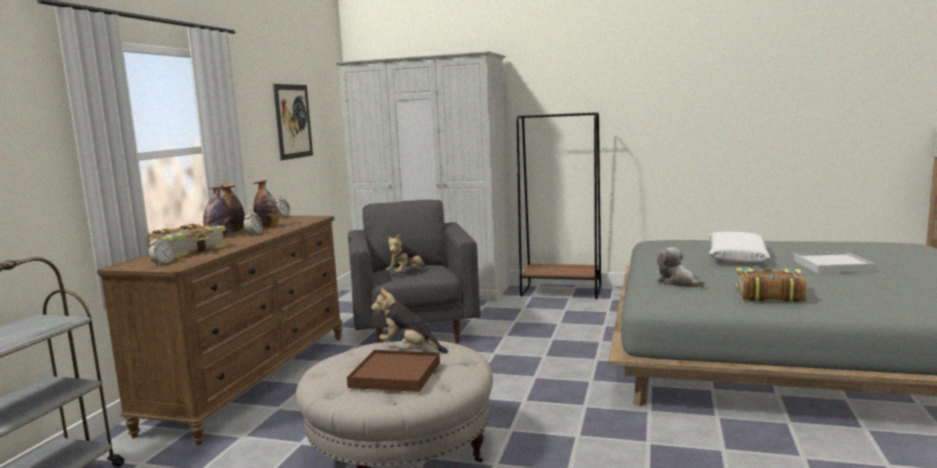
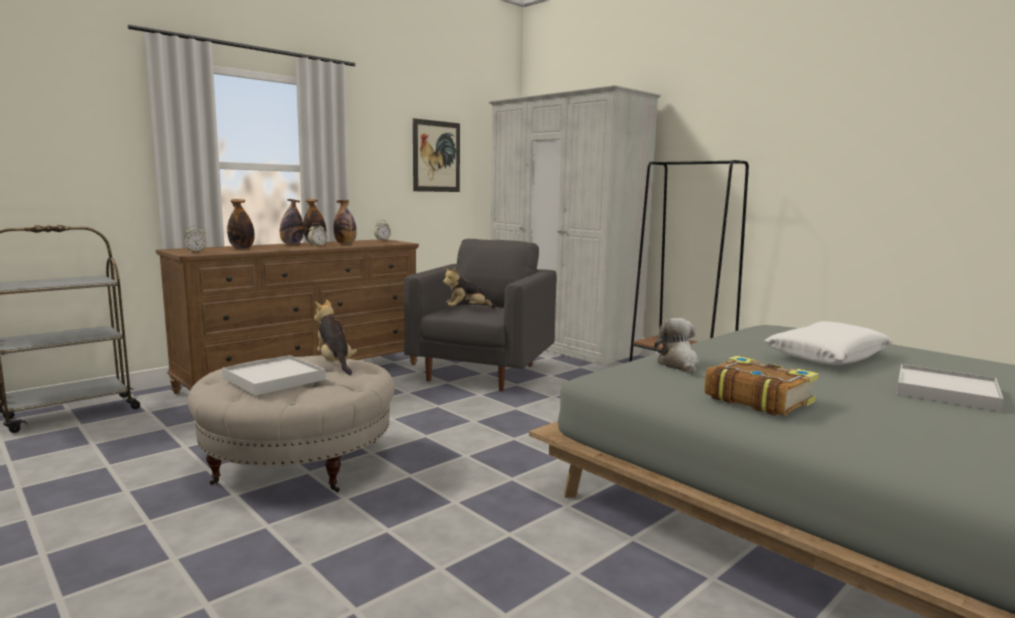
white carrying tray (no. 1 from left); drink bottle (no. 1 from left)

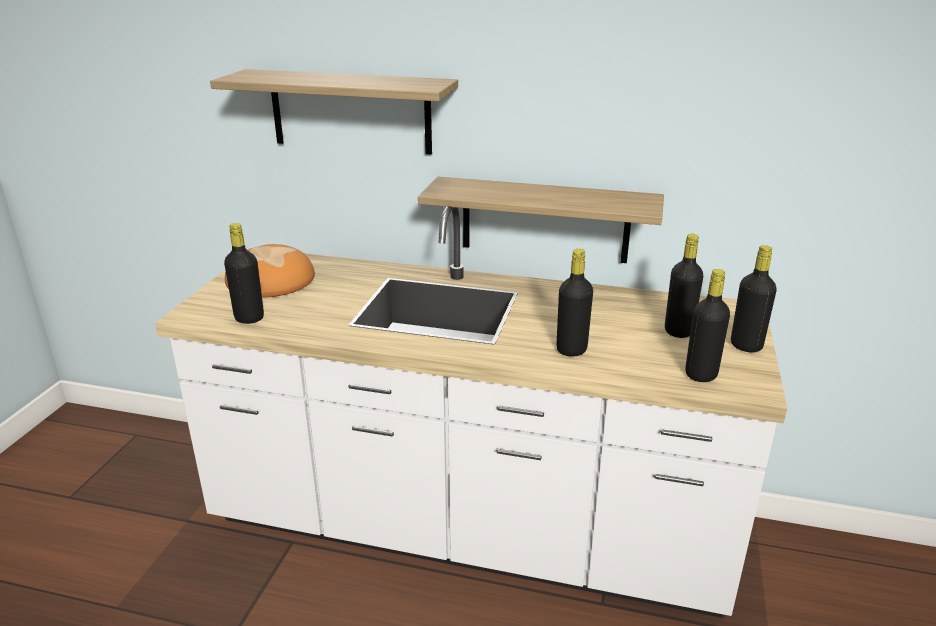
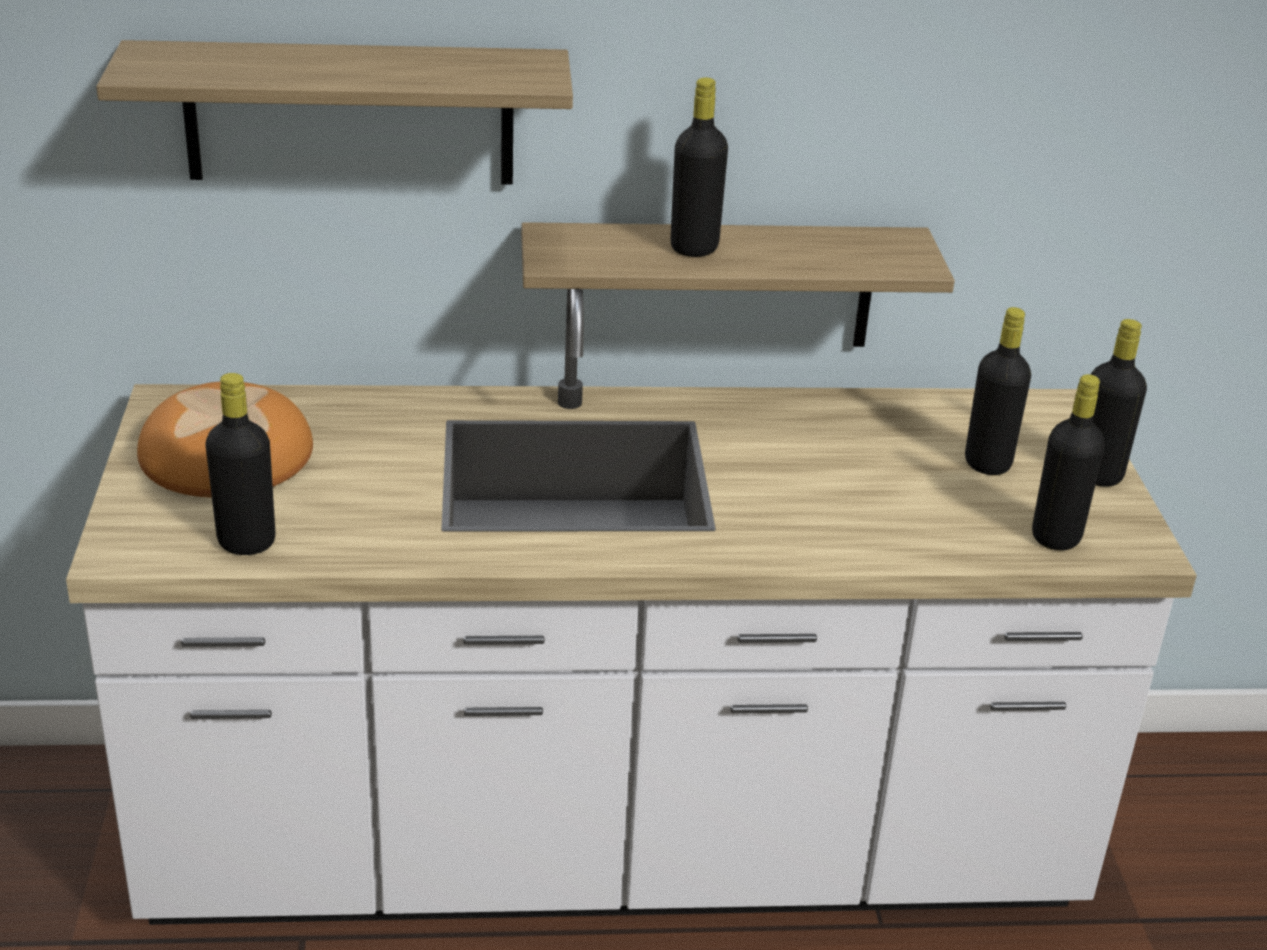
black-coloured drink bottle (no. 2 from left)

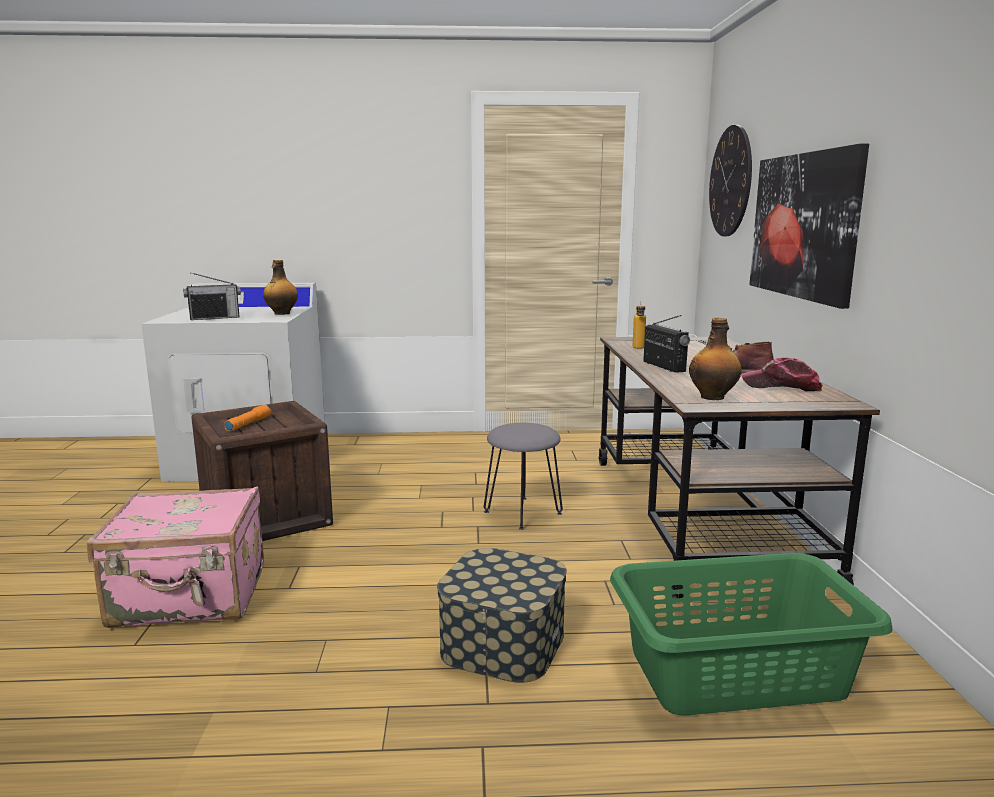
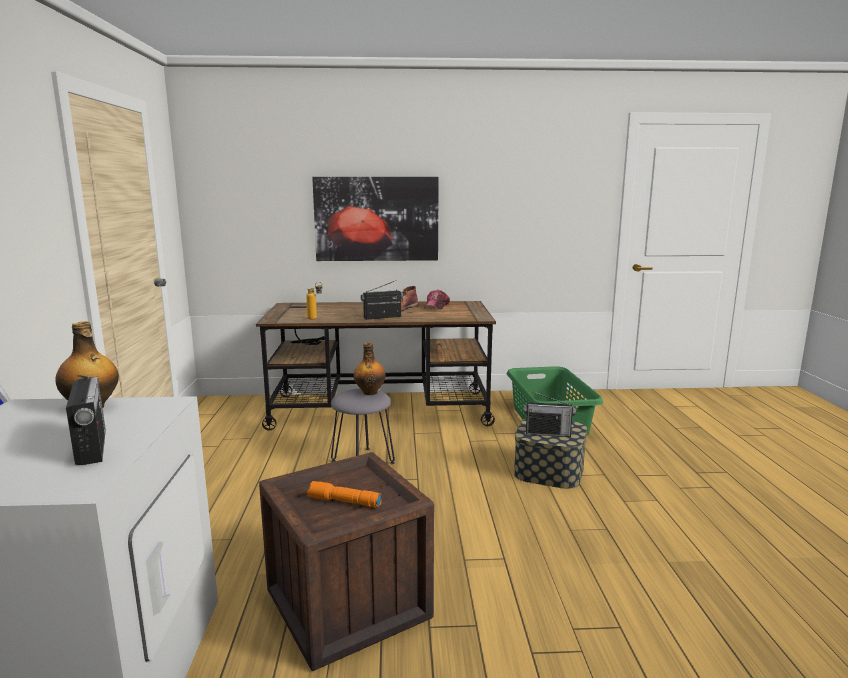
drink bottle (no. 3 from left); radio (no. 3 from left); pink piece of luggage; hanging clock

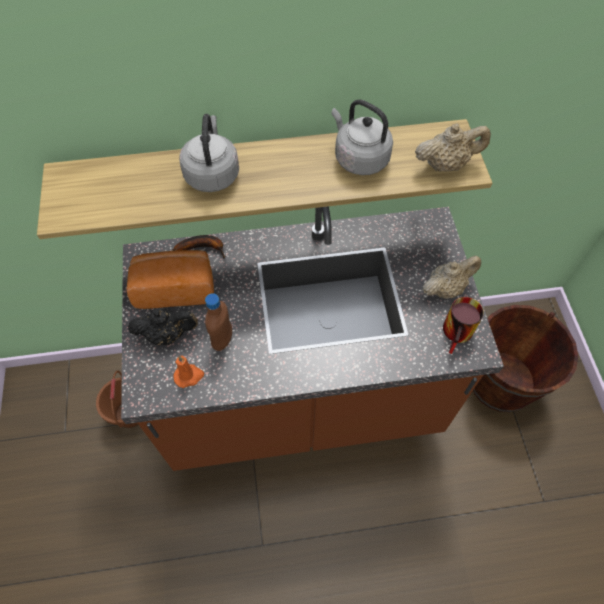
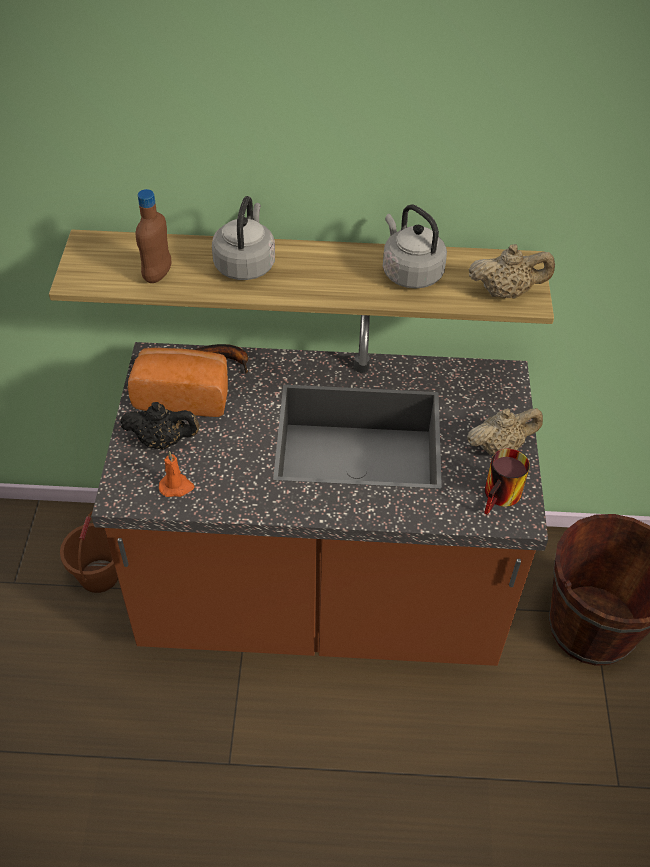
brownish drink bottle

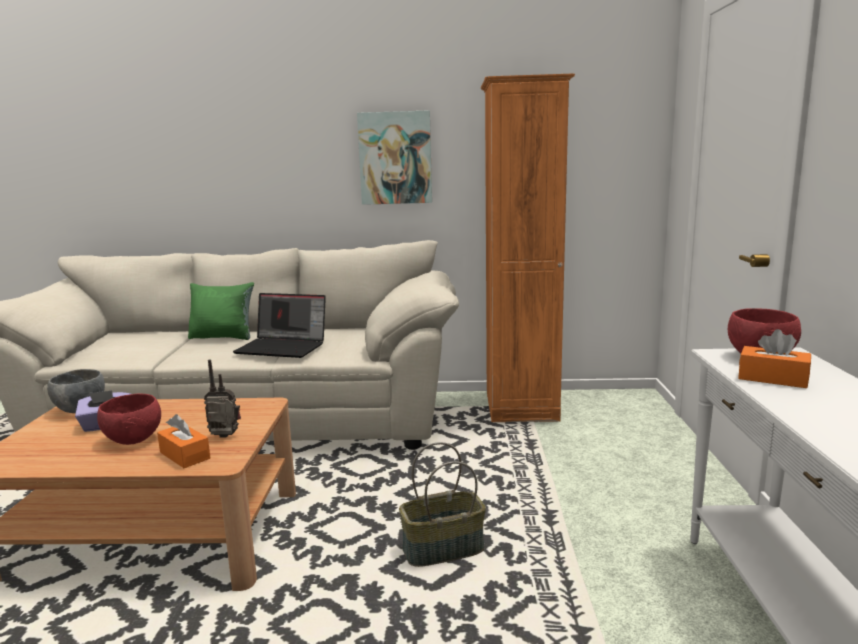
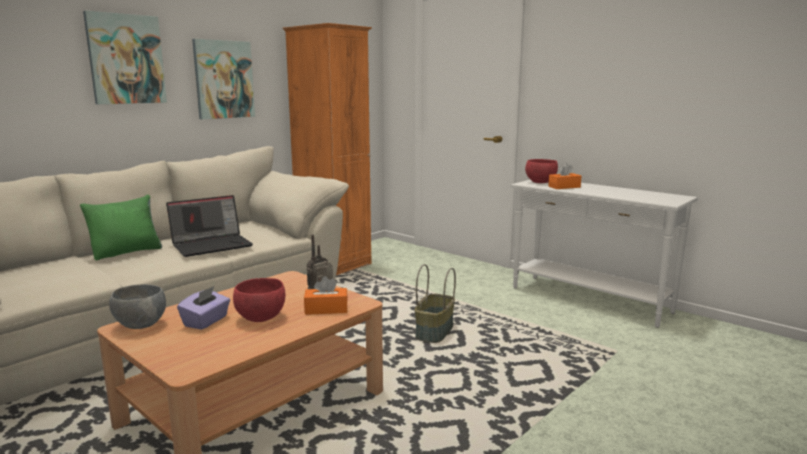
picture (no. 1 from left)

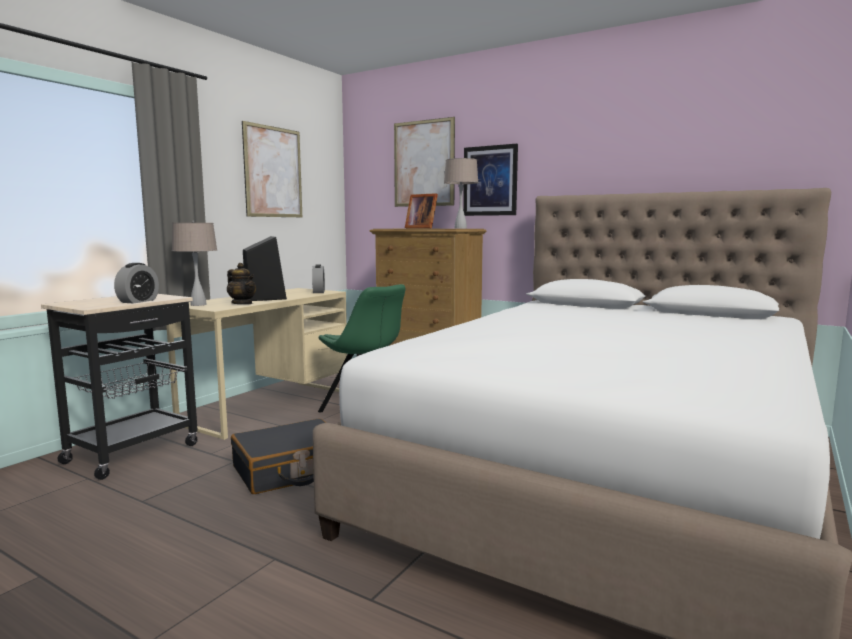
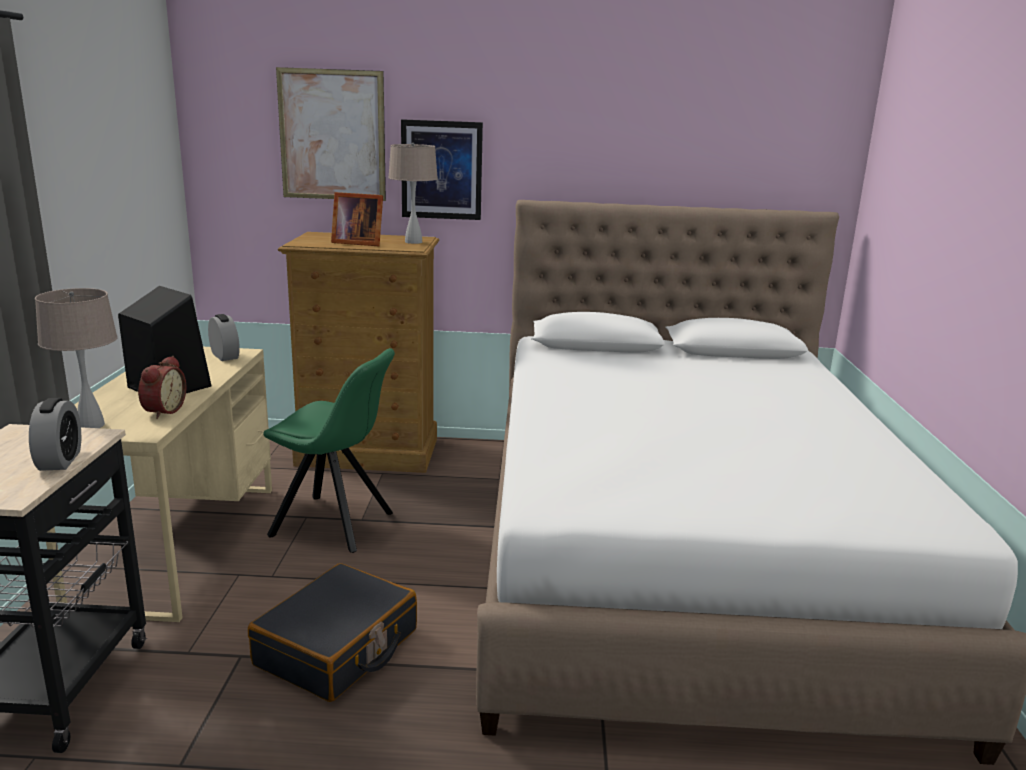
bedside clock (no. 2 from left); picture (no. 1 from left in the first image)

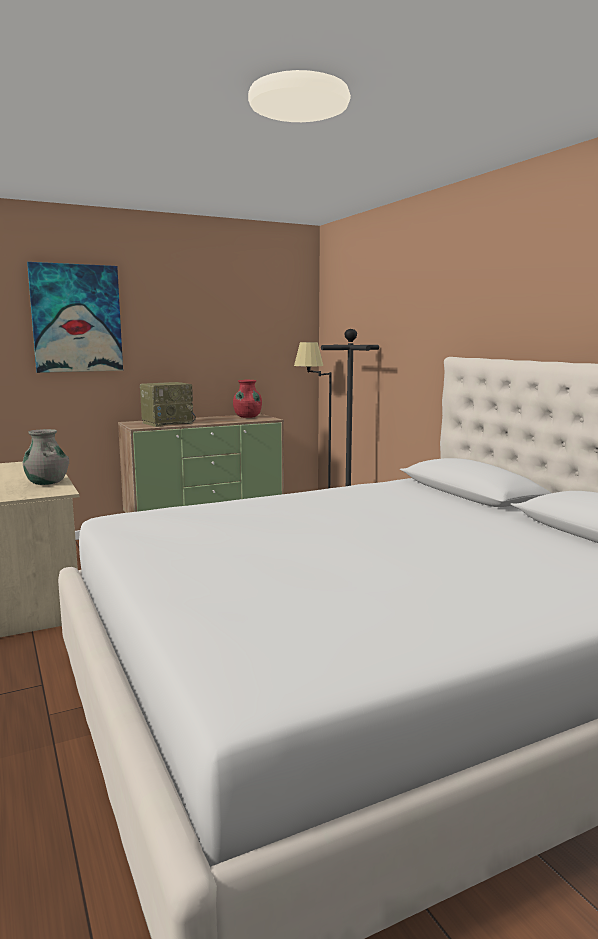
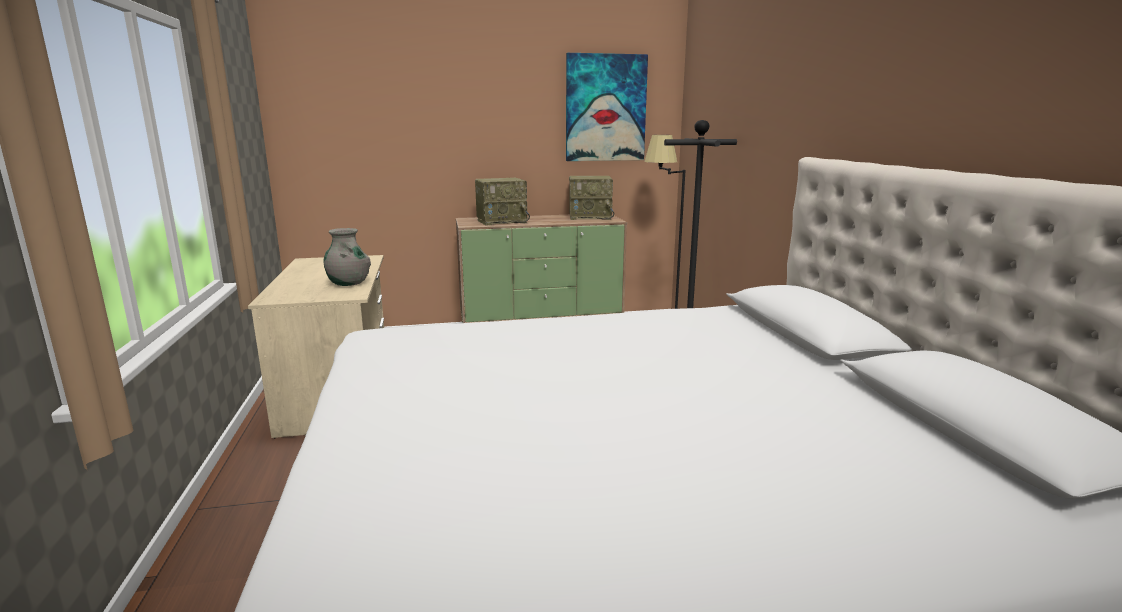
picture; radio (no. 2 from left)

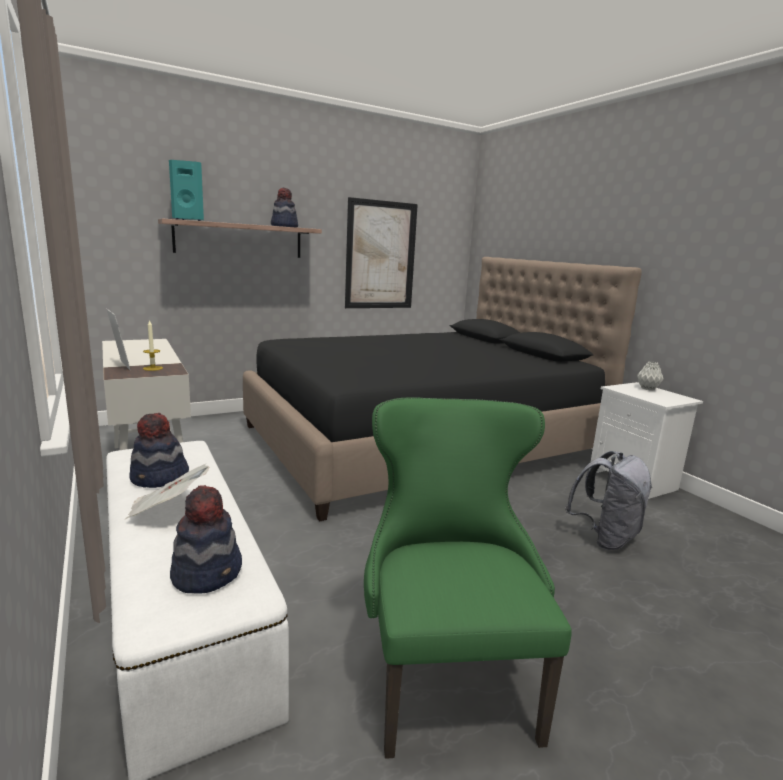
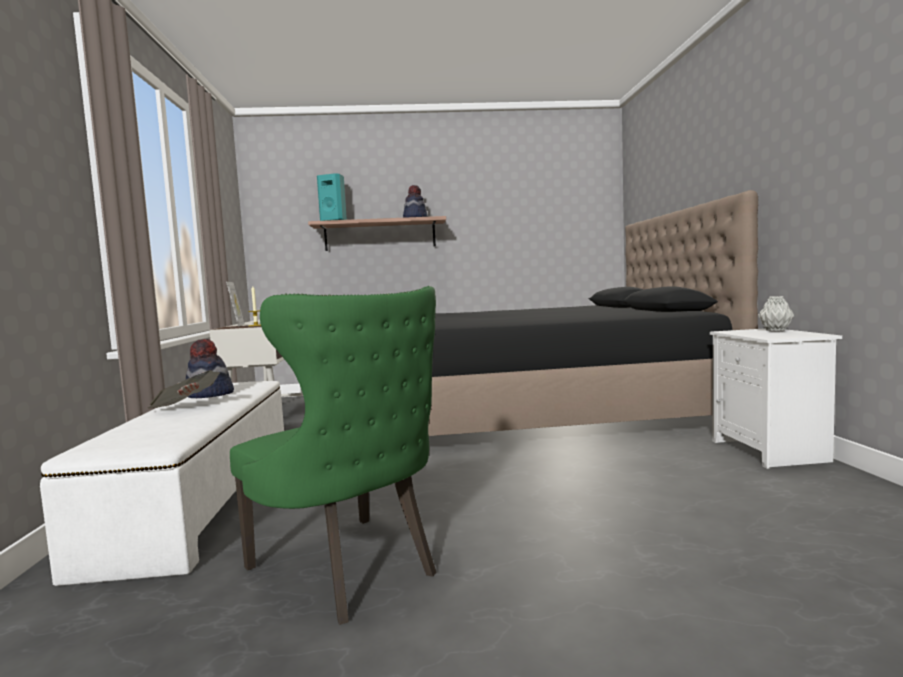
green-coloured plain chair; clothing hat (no. 2 from left in the first image); picture; grey rucksack

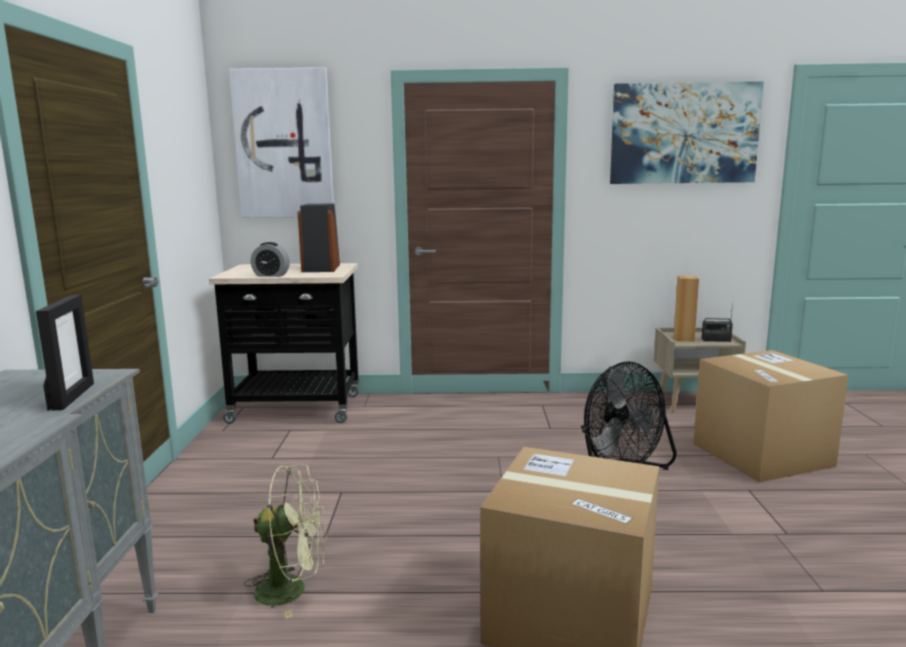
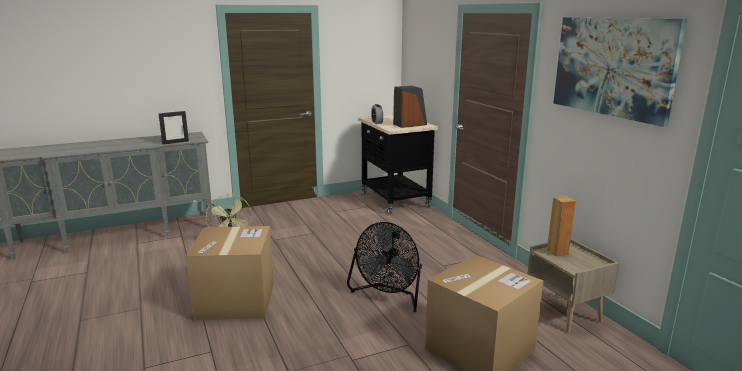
picture (no. 1 from left in the first image); radio

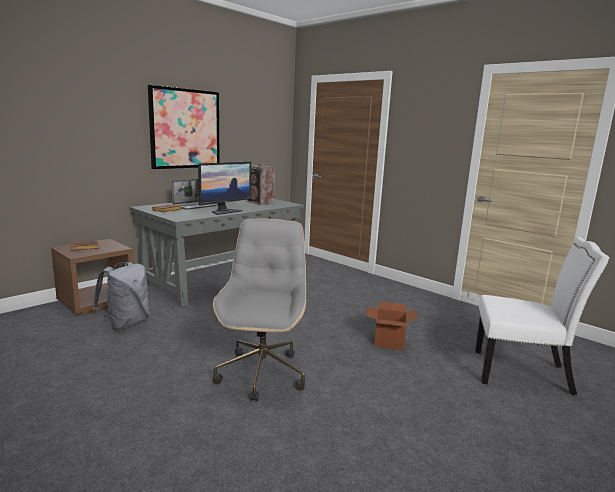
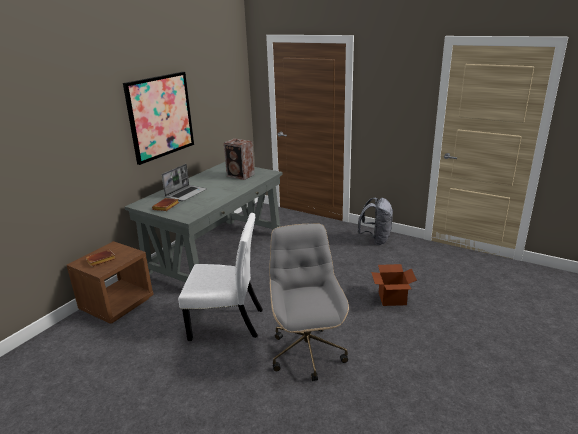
white plain chair; grey rucksack; monitor

